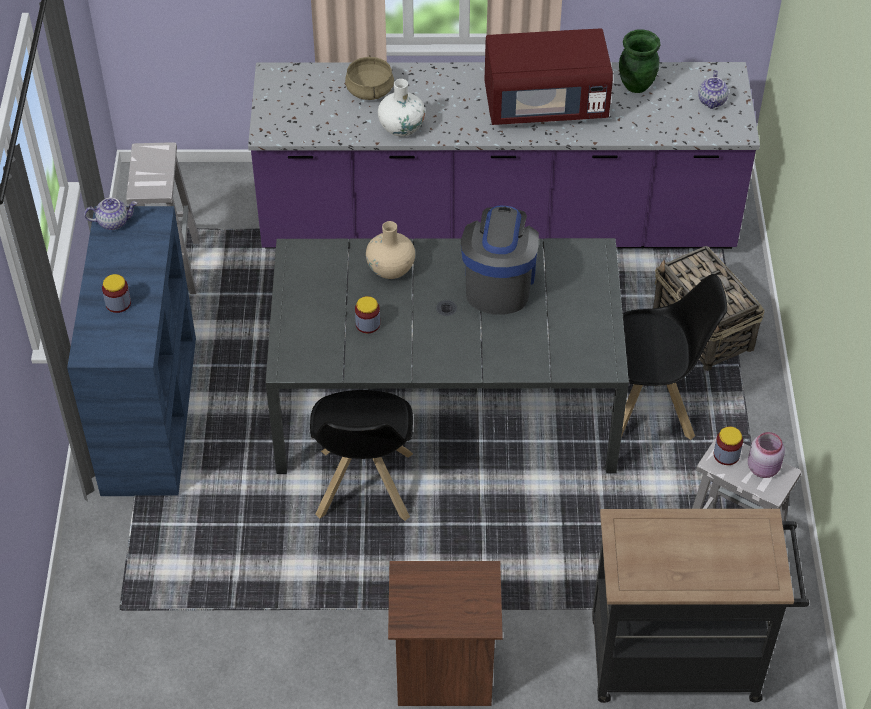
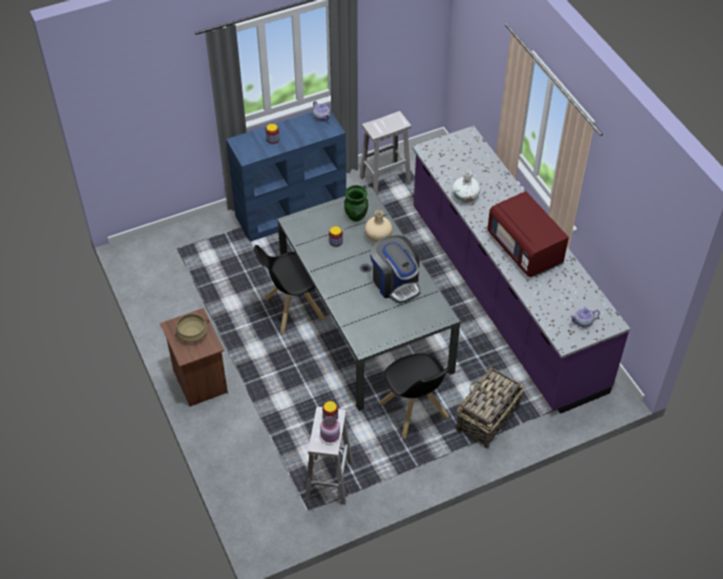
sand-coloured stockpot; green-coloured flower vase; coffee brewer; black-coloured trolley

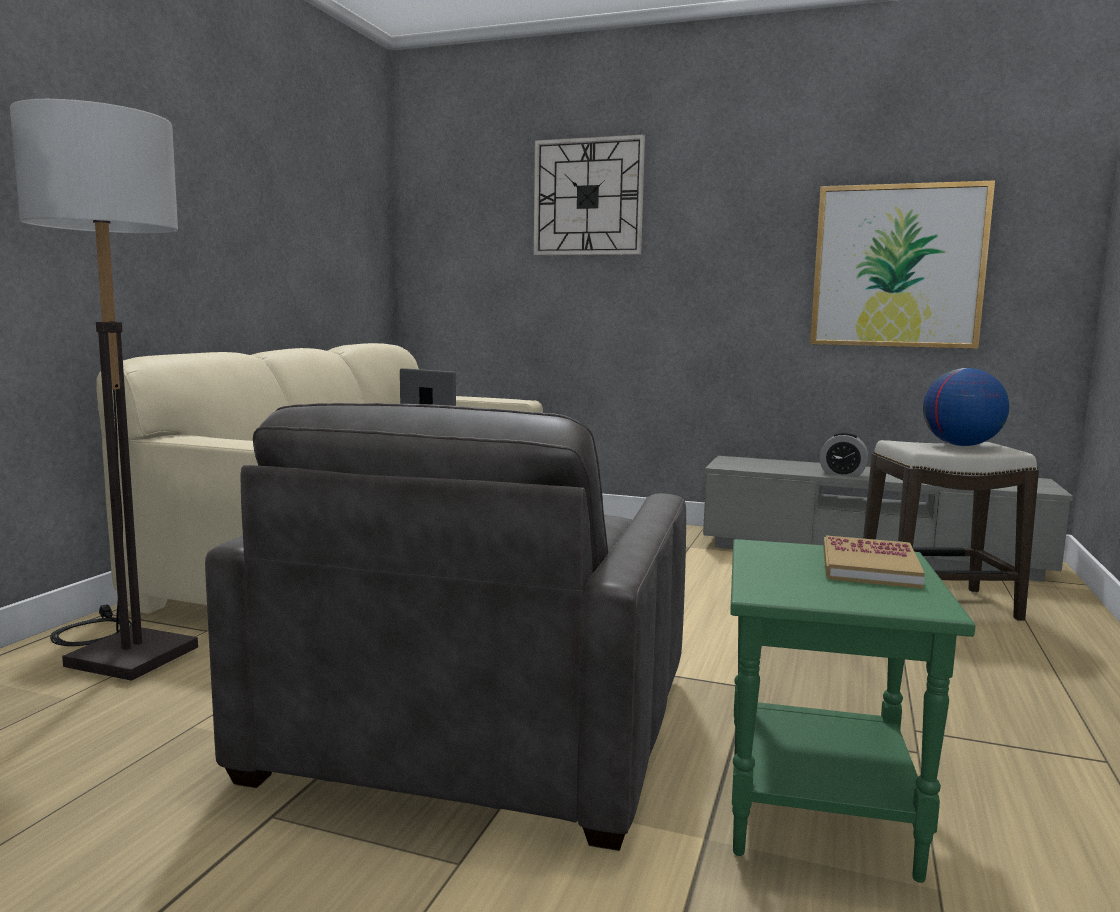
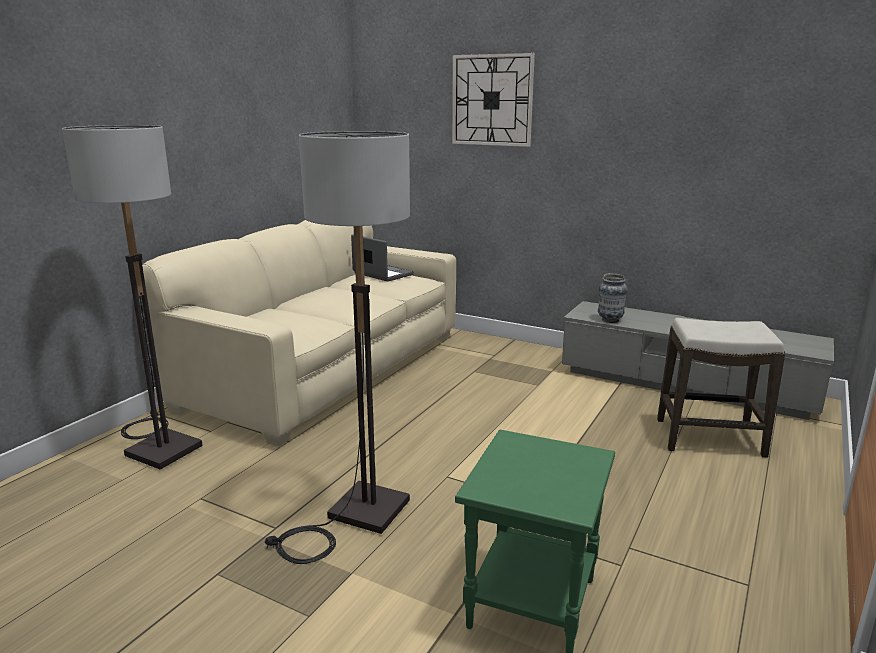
standard lamp (no. 2 from left); flower vase; picture; bedside clock; bound book; globe

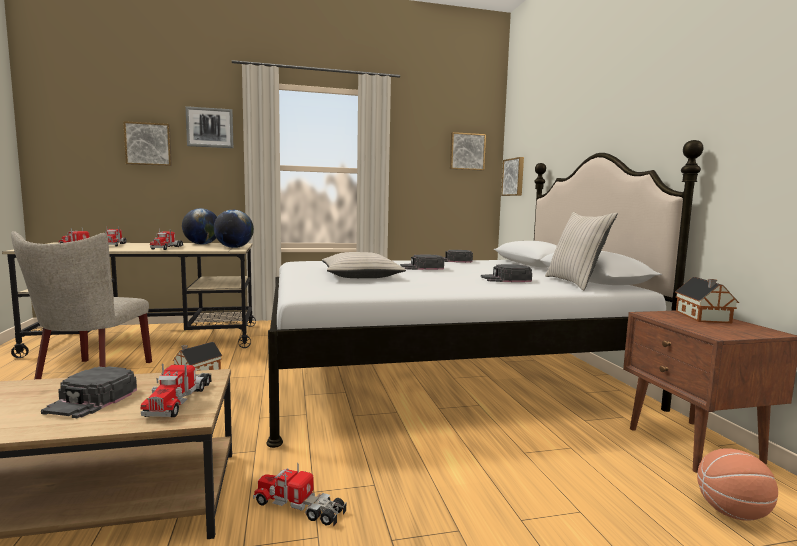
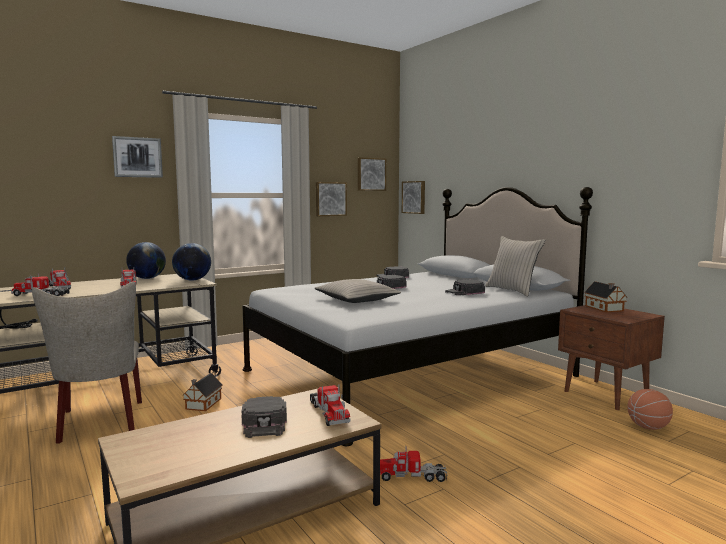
picture (no. 2 from left)

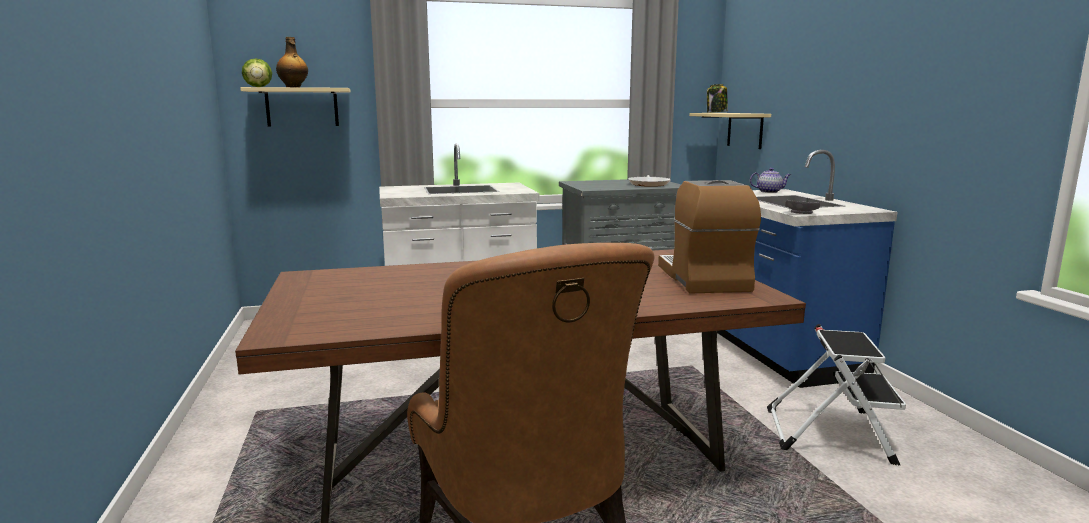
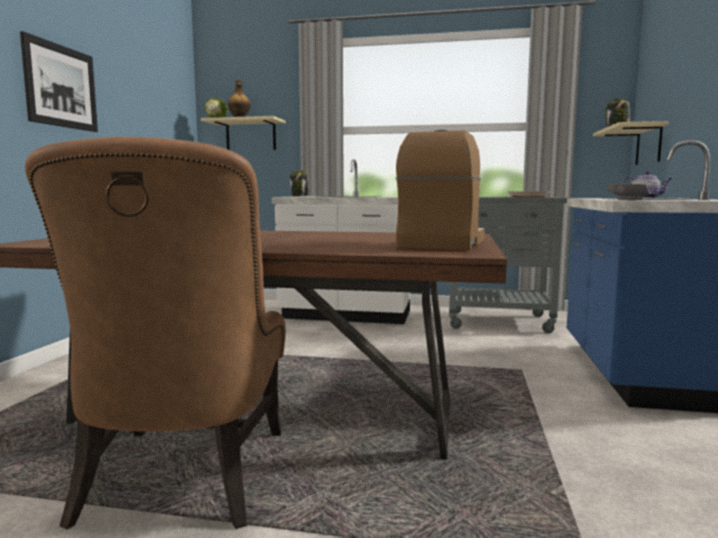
picture; preserve jar (no. 1 from left); step stool

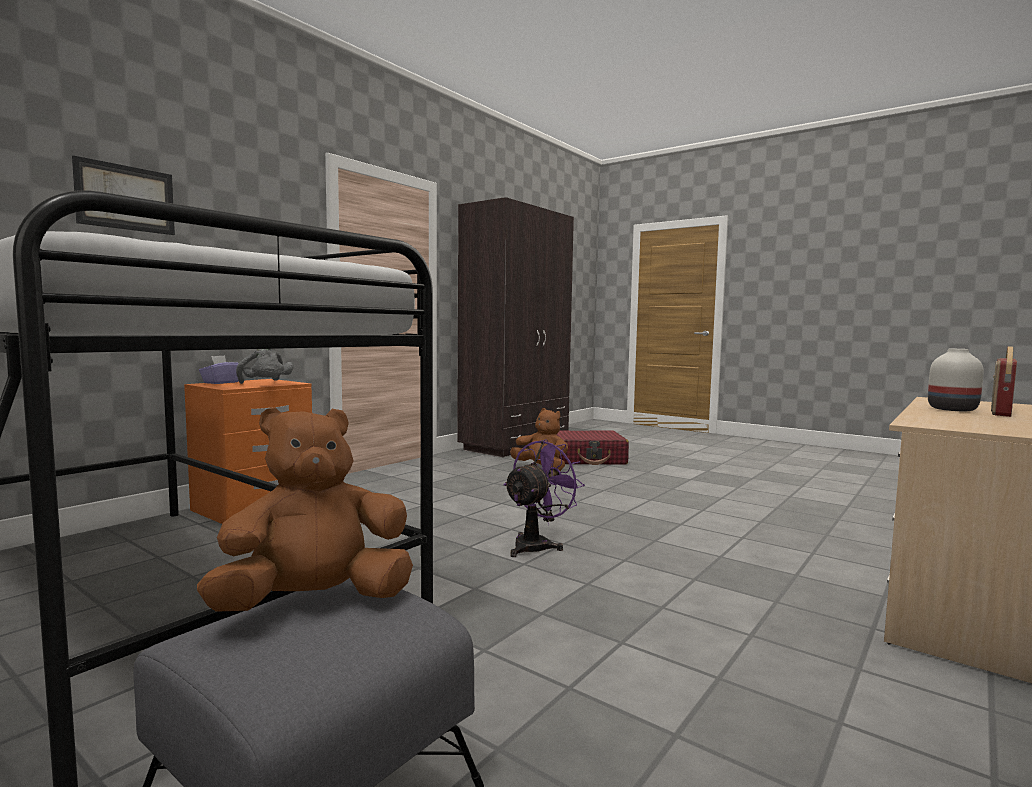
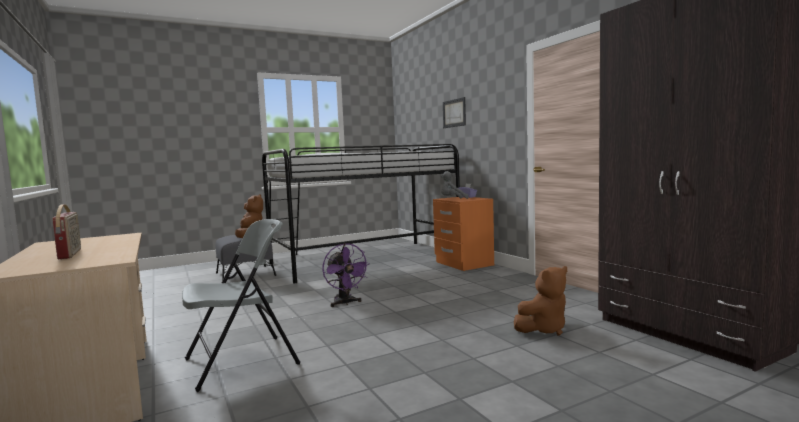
grey plain chair; red-coloured piece of luggage; white flower vase

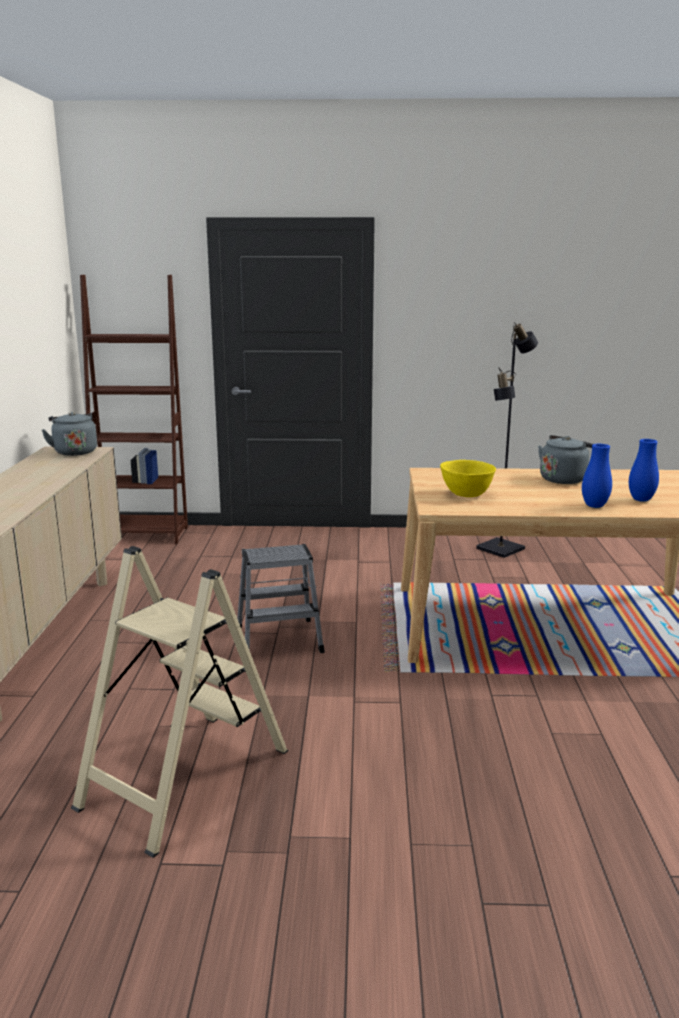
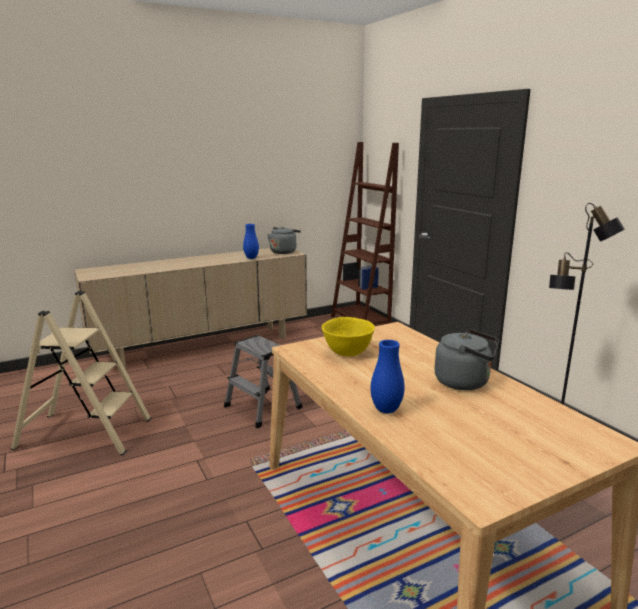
blue-coloured flower vase (no. 1 from left)

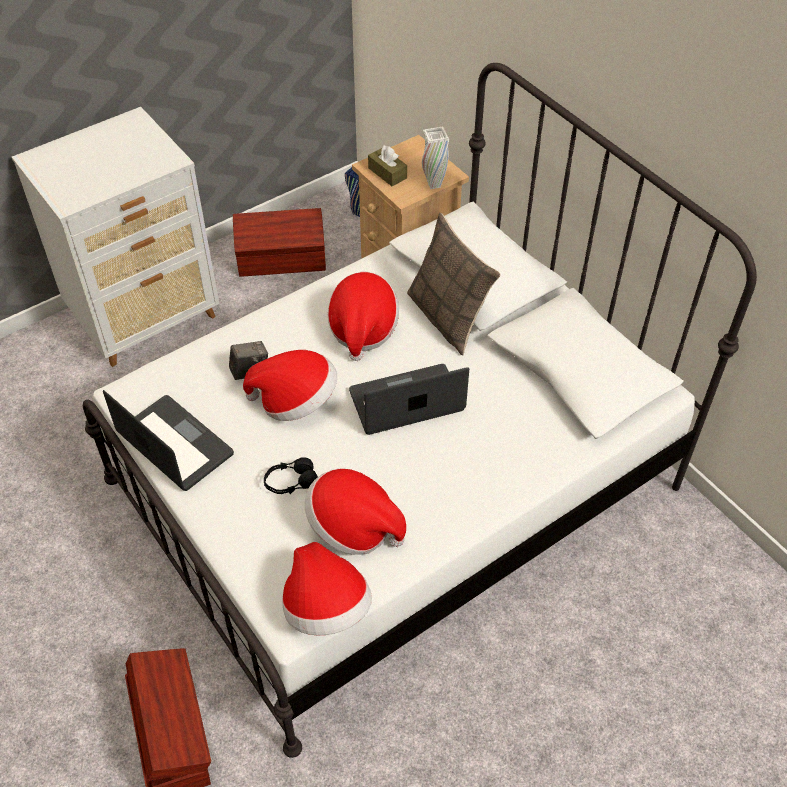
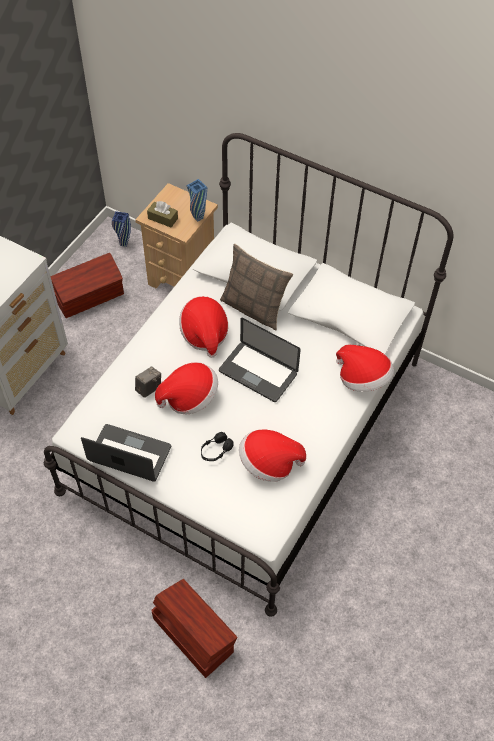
blue-coloured flower vase (no. 2 from left); laptop (no. 2 from left); clothing hat (no. 4 from left)

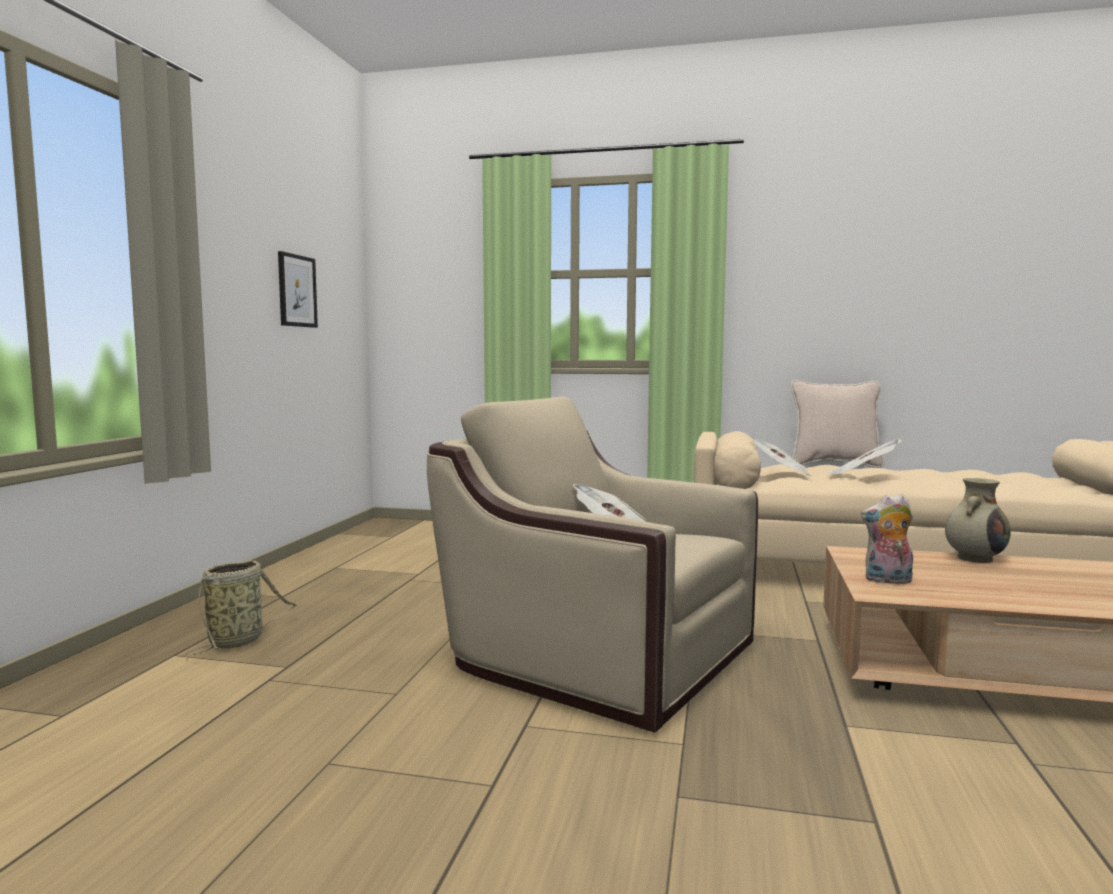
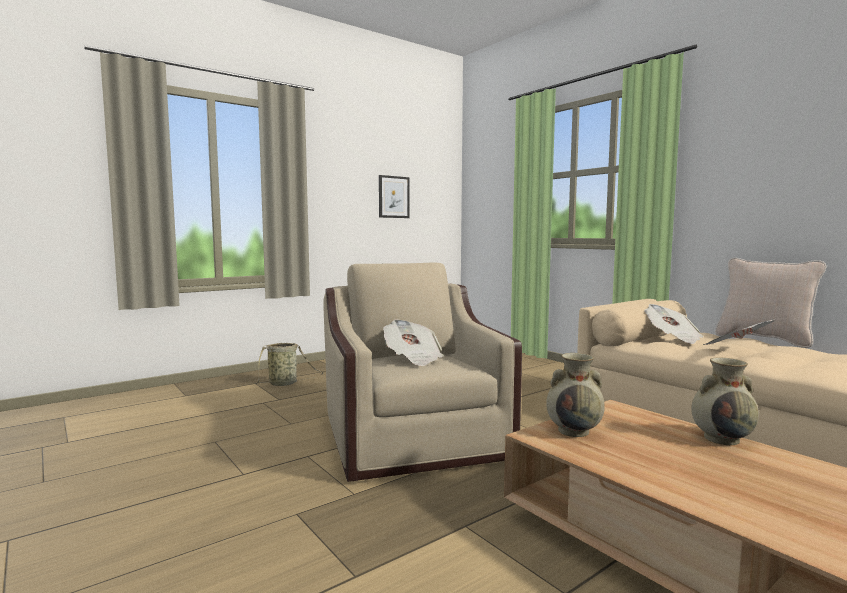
sand-coloured flower vase (no. 1 from left)

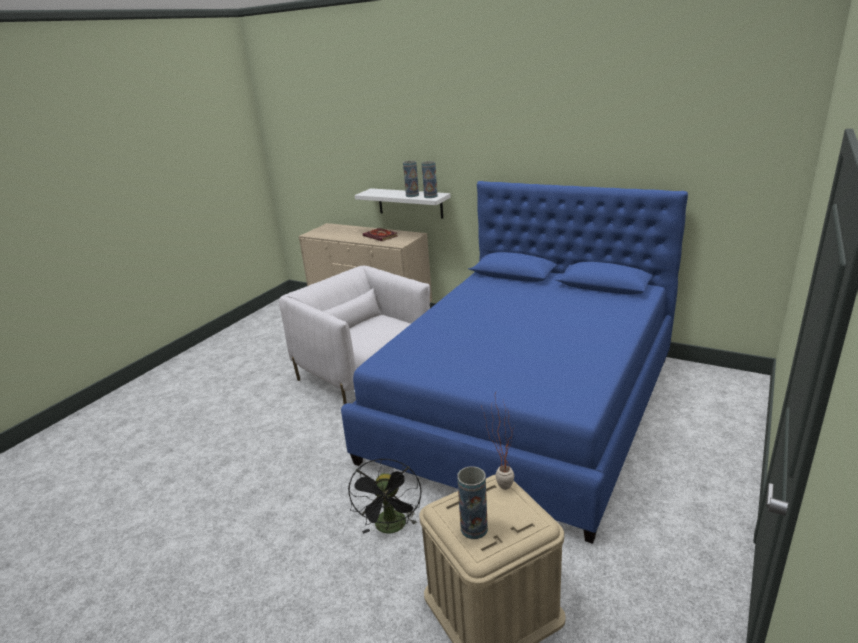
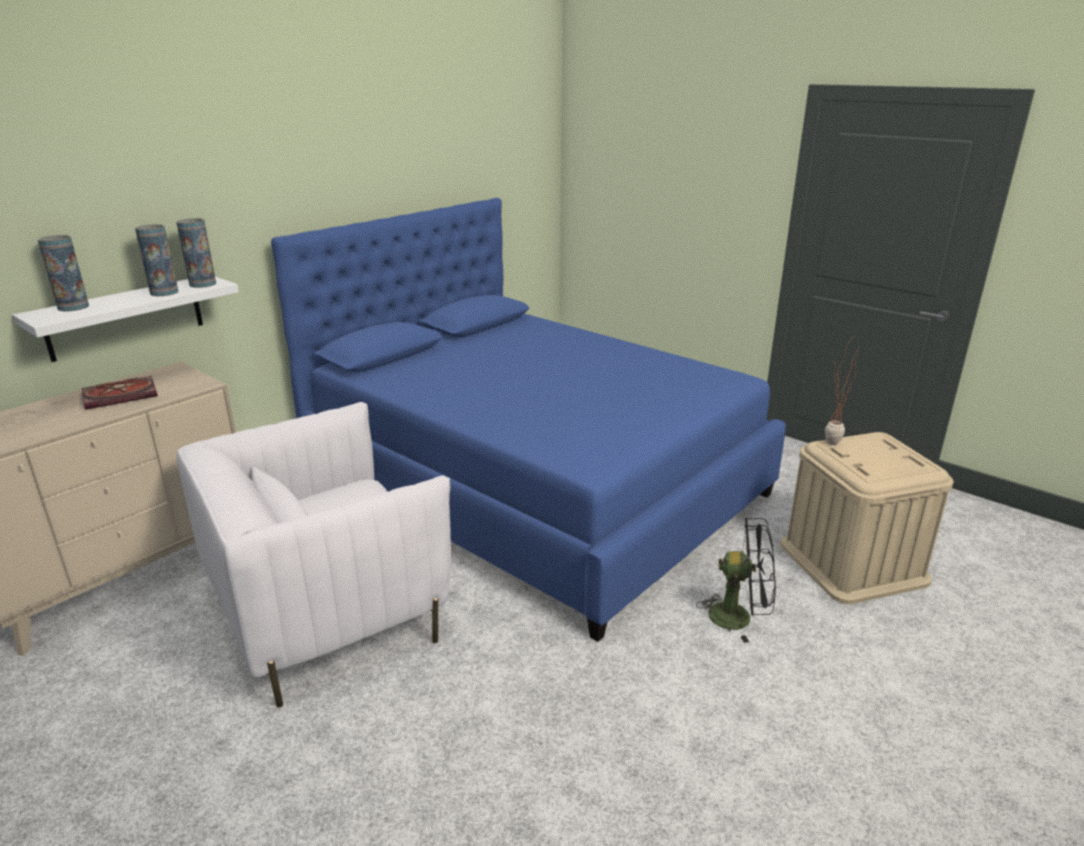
flower vase (no. 1 from left)

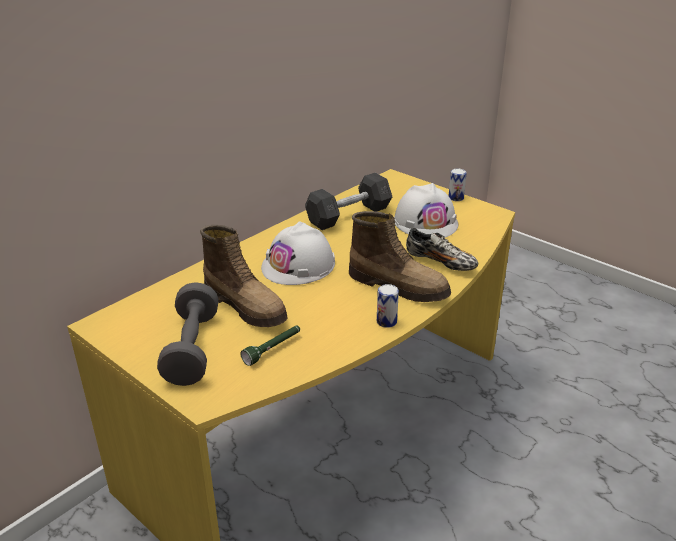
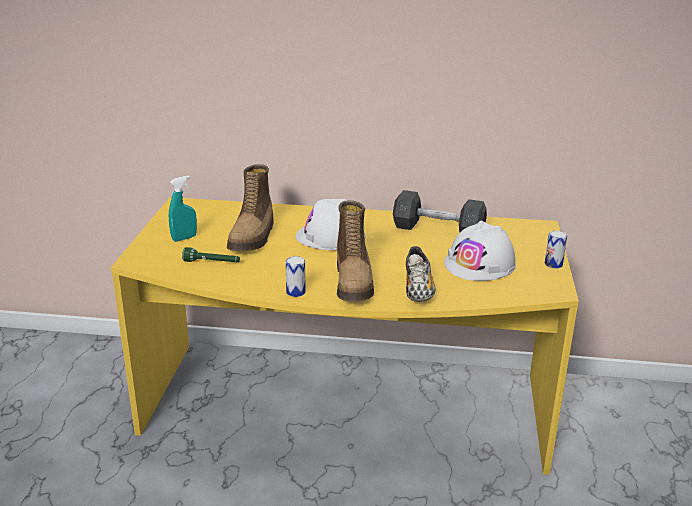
turquoise hand sprayer

